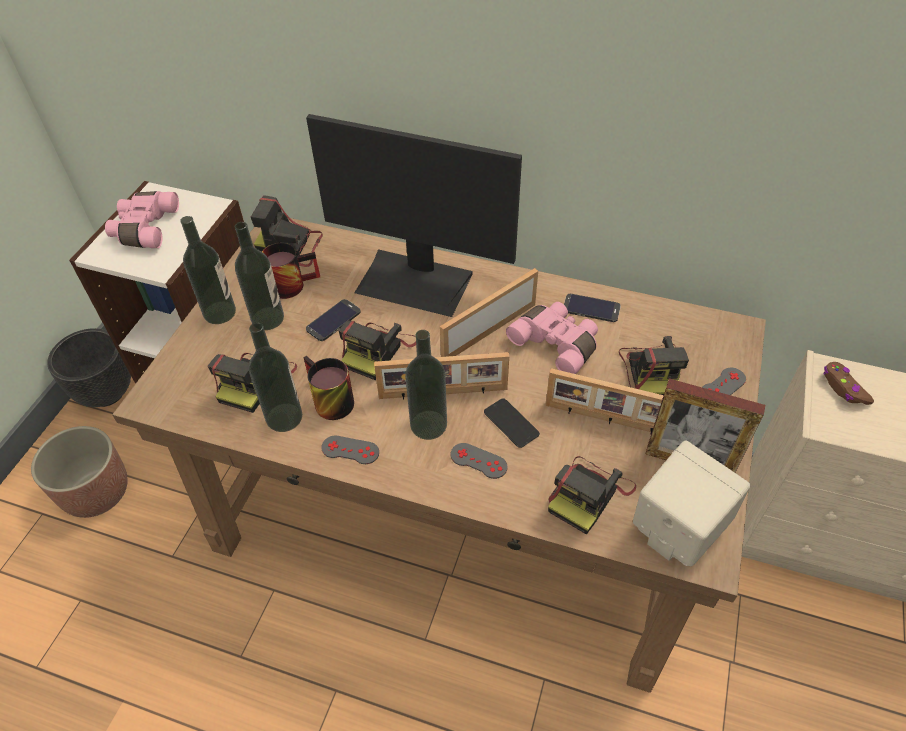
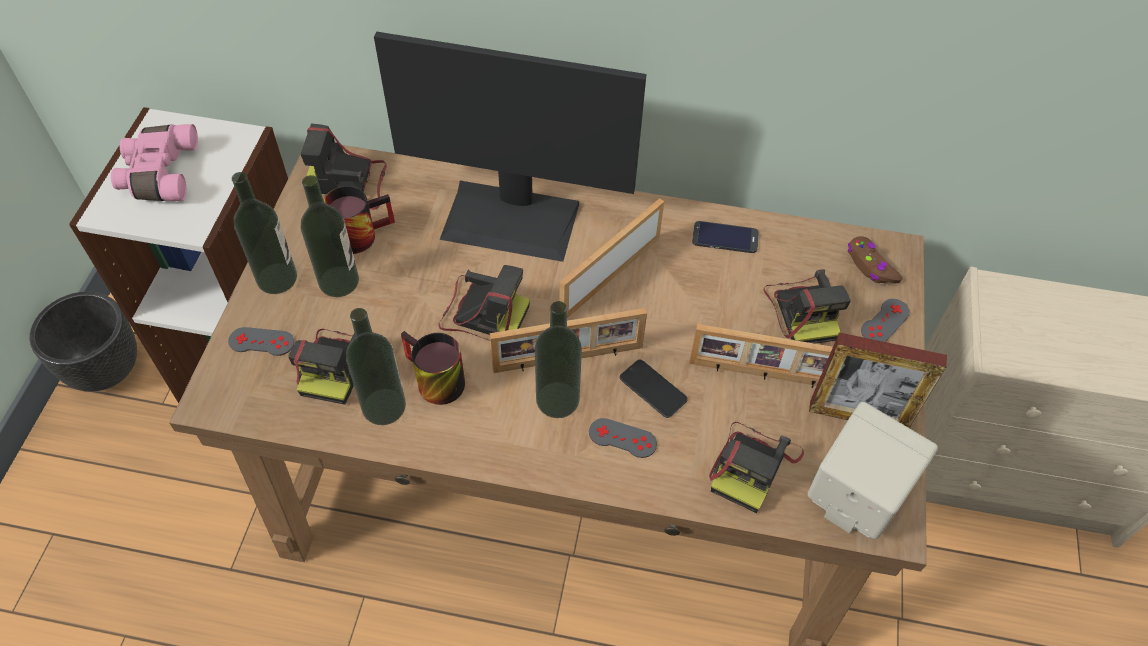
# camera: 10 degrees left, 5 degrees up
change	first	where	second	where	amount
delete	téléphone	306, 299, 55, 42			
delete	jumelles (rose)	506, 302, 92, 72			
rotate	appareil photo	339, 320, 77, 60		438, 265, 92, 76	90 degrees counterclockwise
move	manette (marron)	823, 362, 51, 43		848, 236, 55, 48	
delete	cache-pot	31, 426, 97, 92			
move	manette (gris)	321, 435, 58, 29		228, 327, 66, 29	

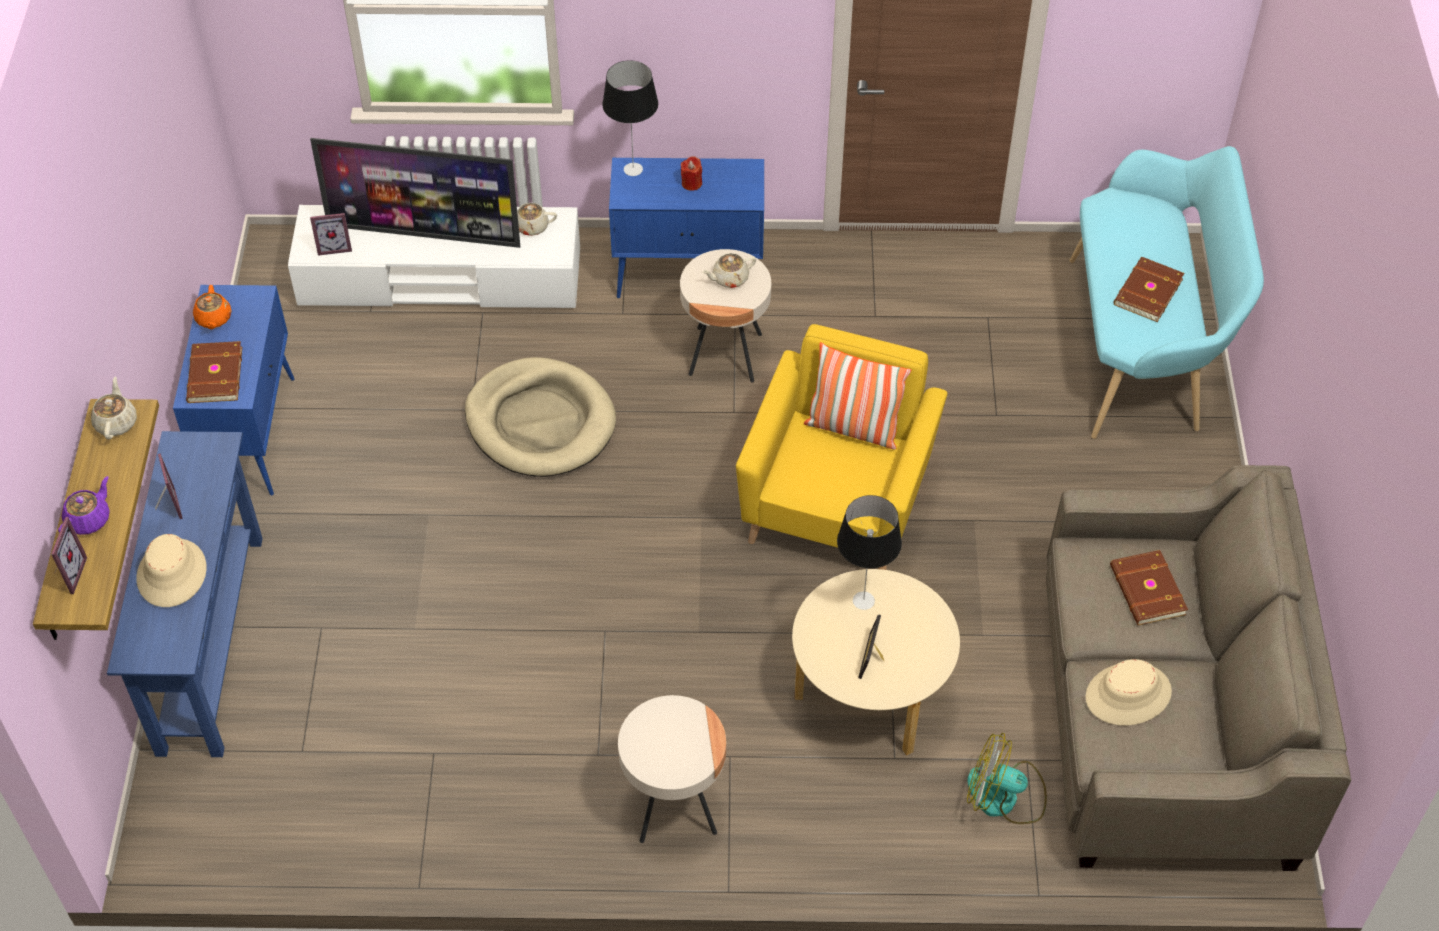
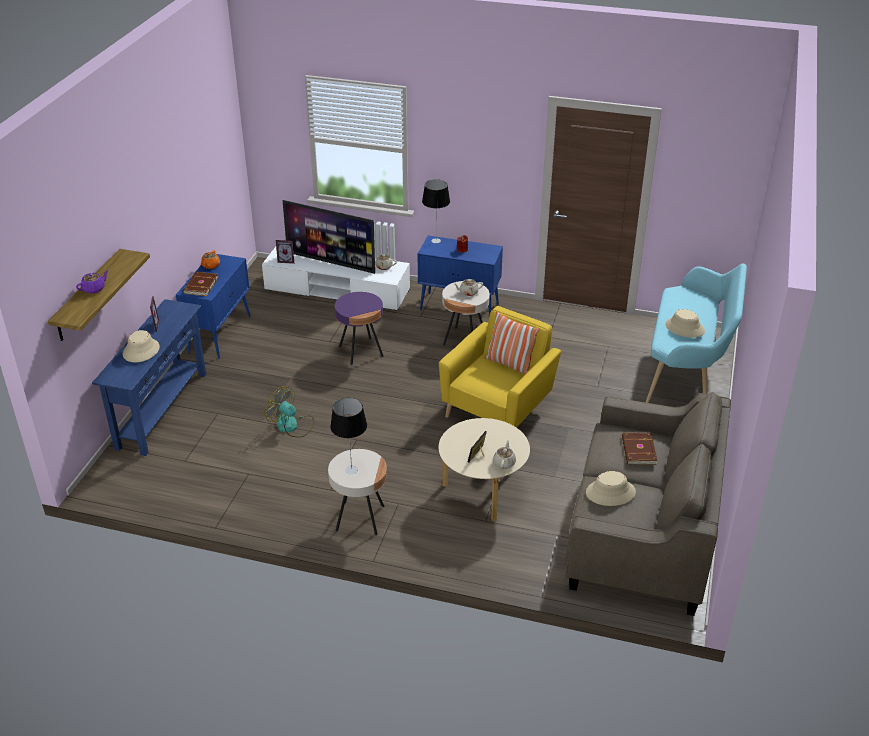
# camera: 15 degrees right, 15 degrees down
change	first	where	second	where	amount
replace	livre (marron)	1114, 257, 70, 65	chapeau (beige)	665, 309, 40, 29	
replace	panier pour chien (beige)	465, 357, 151, 120	table d'appoint (violet)	335, 292, 48, 73	
move	théière (beige)	91, 377, 46, 62		493, 440, 23, 29	
move	lampe de table	837, 495, 65, 115		330, 398, 37, 76	
delete	cadre photo	51, 517, 36, 77			
move	ventilateur	967, 733, 80, 91		264, 386, 50, 51	

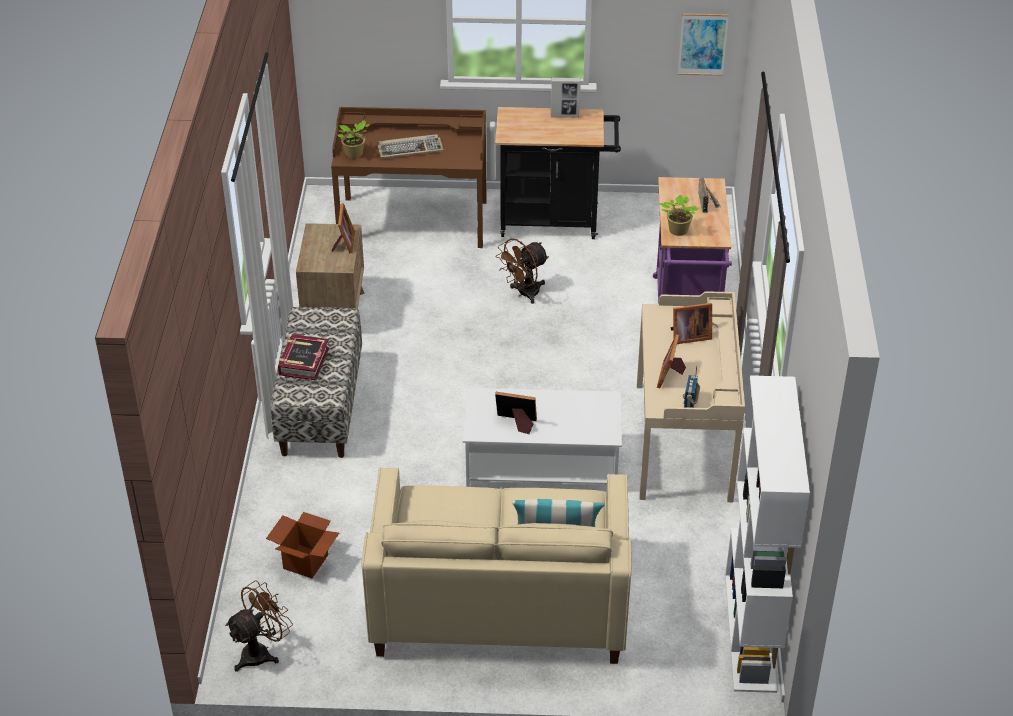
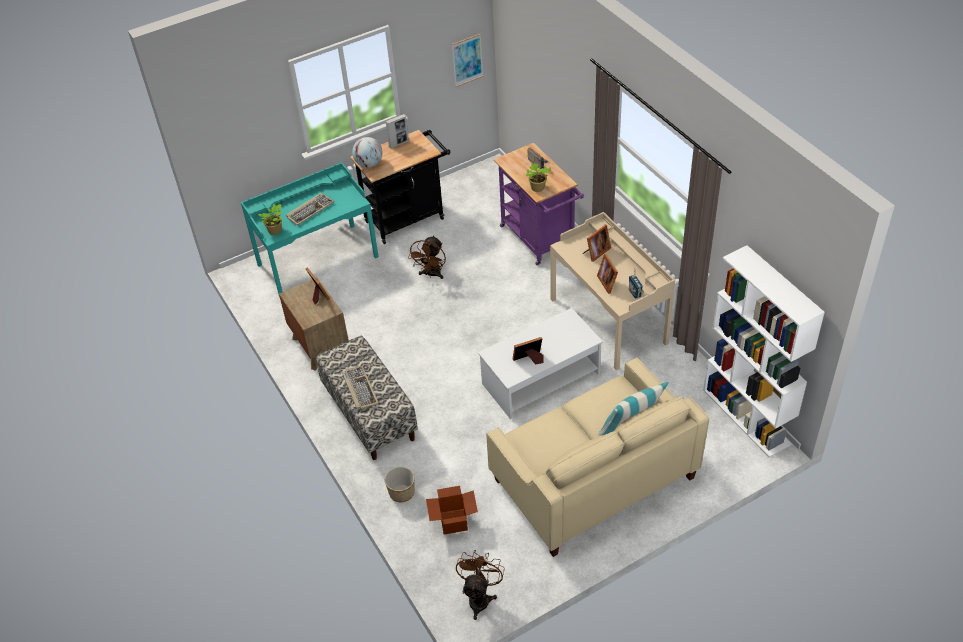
# camera: 30 degrees left, 5 degrees up
change	first	where	second	where	amount
recolor	bureau (marron)	331, 107, 155, 141	bureau (turquoise)	241, 163, 138, 134	
replace	livre	278, 334, 51, 46	clavier	342, 366, 37, 44	
insert			globe	352, 137, 31, 31	
insert			cache-pot	385, 466, 30, 36	

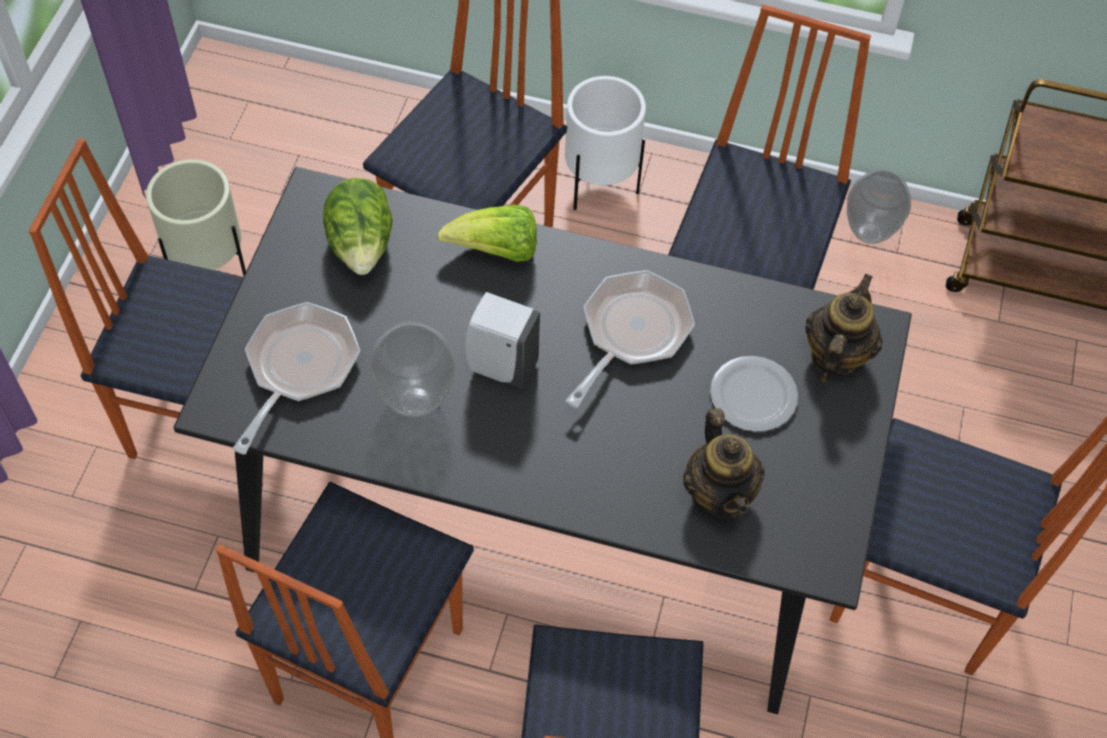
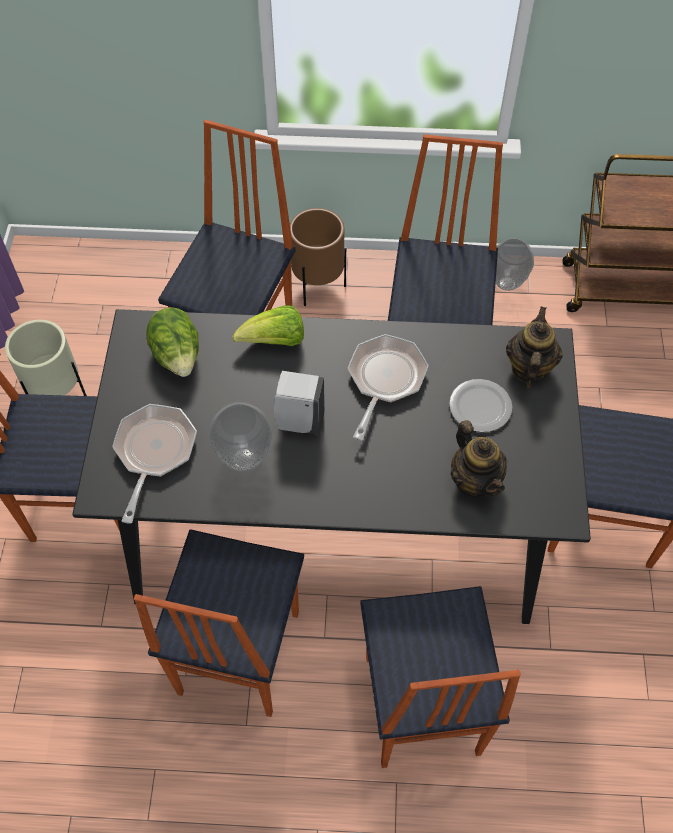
# camera: 10 degrees left, 0 degrees up
change	first	where	second	where	amount
recolor	cache-pot (blanc)	565, 76, 81, 134	cache-pot (marron)	290, 208, 56, 98	

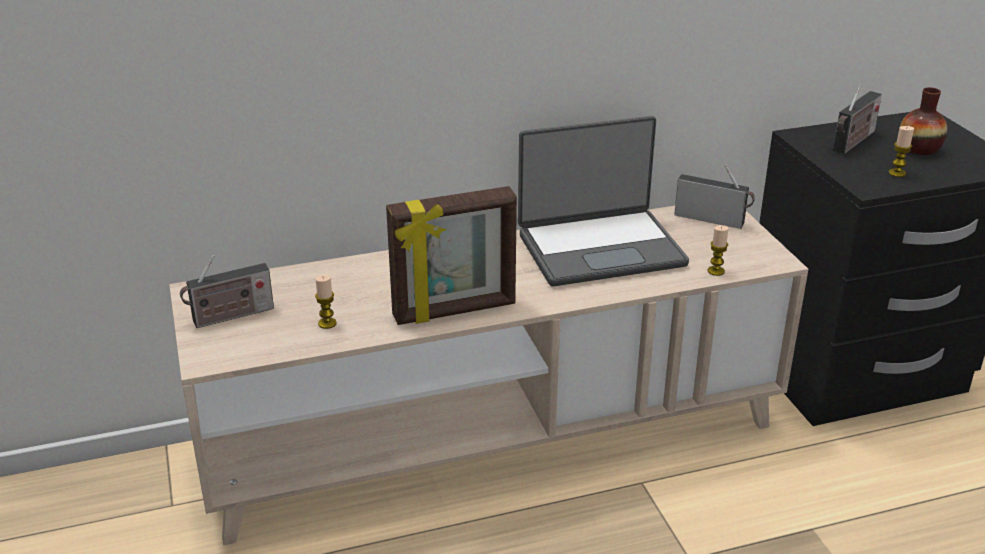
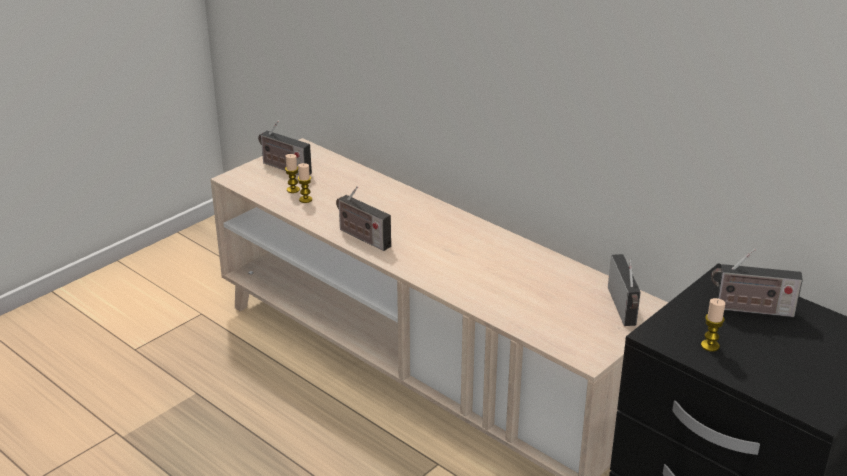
# camera: 60 degrees right, 0 degrees up
change	first	where	second	where	amount
delete	vase	900, 87, 47, 68			
delete	ordinateur portable	518, 116, 171, 170			
replace	cadre photo	386, 186, 131, 139	radio	336, 186, 55, 65	
move	bougie	708, 225, 21, 51		285, 154, 15, 39	

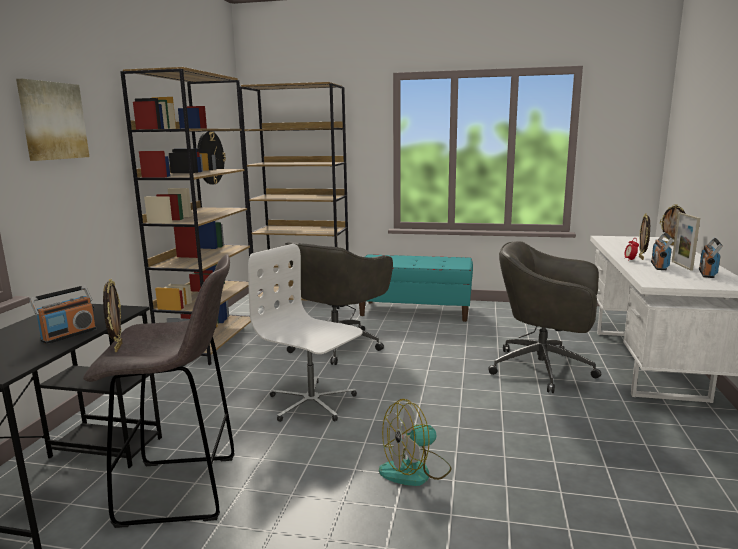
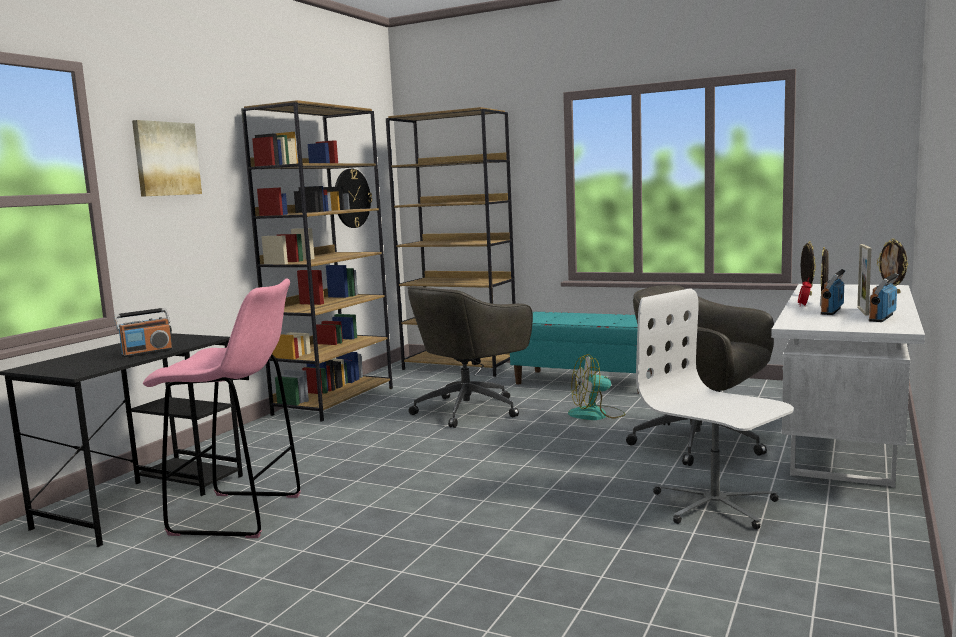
# camera: 15 degrees right, 5 degrees down
change	first	where	second	where	amount
move	chaise de bureau (blanc)	248, 244, 115, 178		636, 289, 158, 240	
recolor	tabouret (gris)	83, 254, 152, 274	tabouret (rose)	143, 278, 158, 260	
move	cadre photo	103, 279, 20, 73		801, 241, 15, 55	
move	ventilateur	379, 399, 72, 87		568, 354, 58, 66	

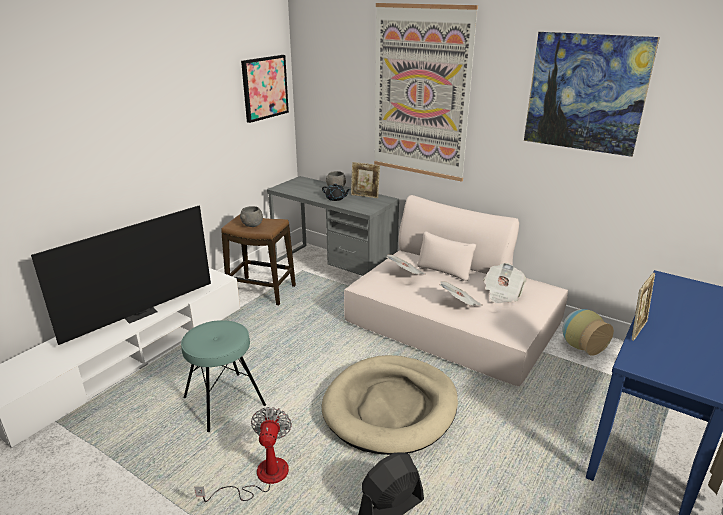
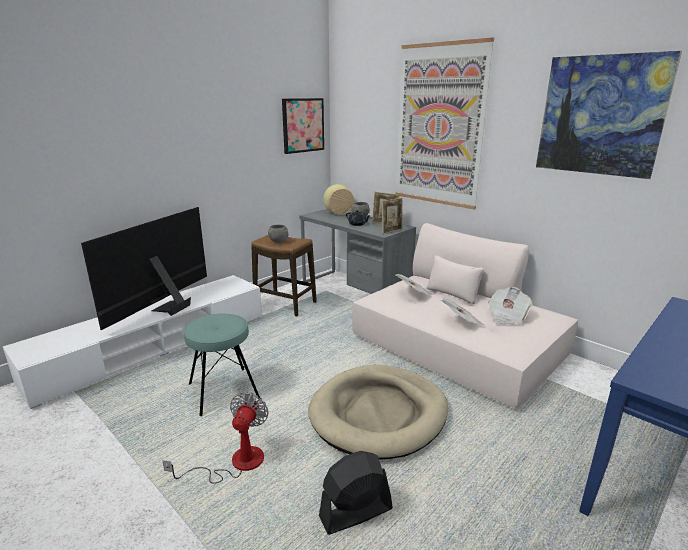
# camera: 10 degrees right, 5 degrees down
change	first	where	second	where	amount
rotate	téléviseur	31, 206, 180, 139		81, 207, 126, 123	150 degrees clockwise
move	cadre photo	632, 273, 23, 68		382, 198, 21, 36	
move	vase	562, 309, 52, 47		323, 184, 31, 31	

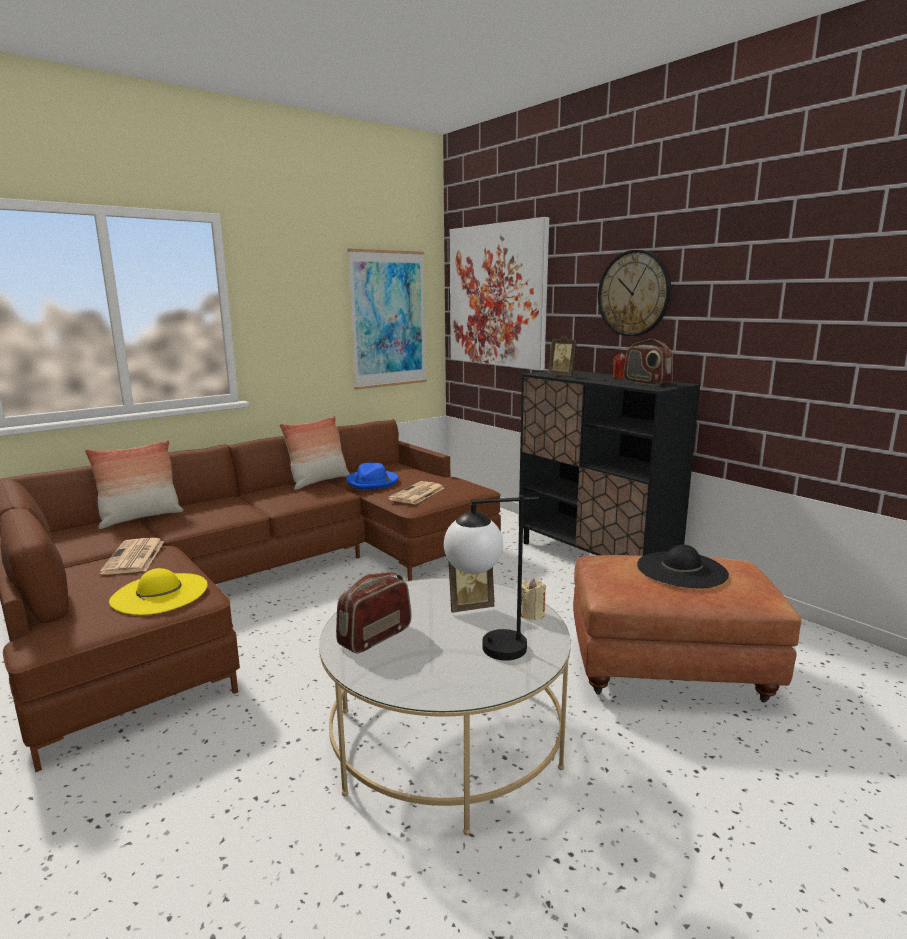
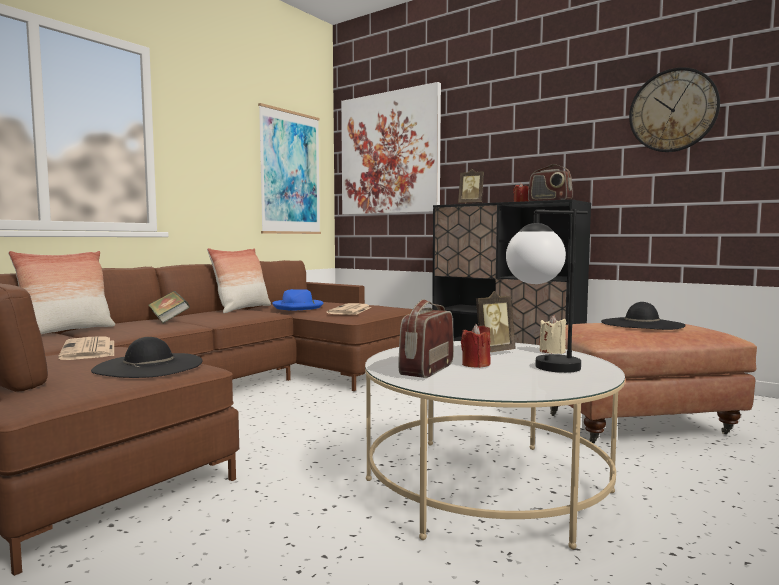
# camera: 15 degrees left, 10 degrees down
change	first	where	second	where	amount
move	horloge murale	598, 250, 73, 86		629, 67, 91, 85	
recolor	chapeau (jaune)	109, 568, 99, 47	chapeau (noir)	91, 337, 112, 41	
insert			livre	148, 291, 42, 32	
insert			bougie (rouge)	461, 324, 30, 44	

